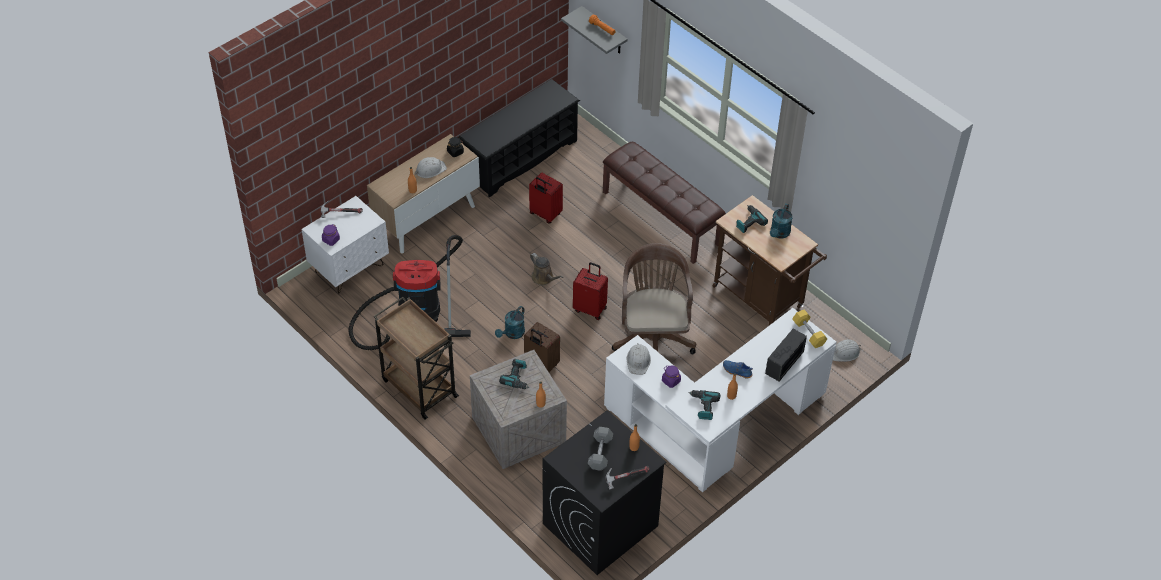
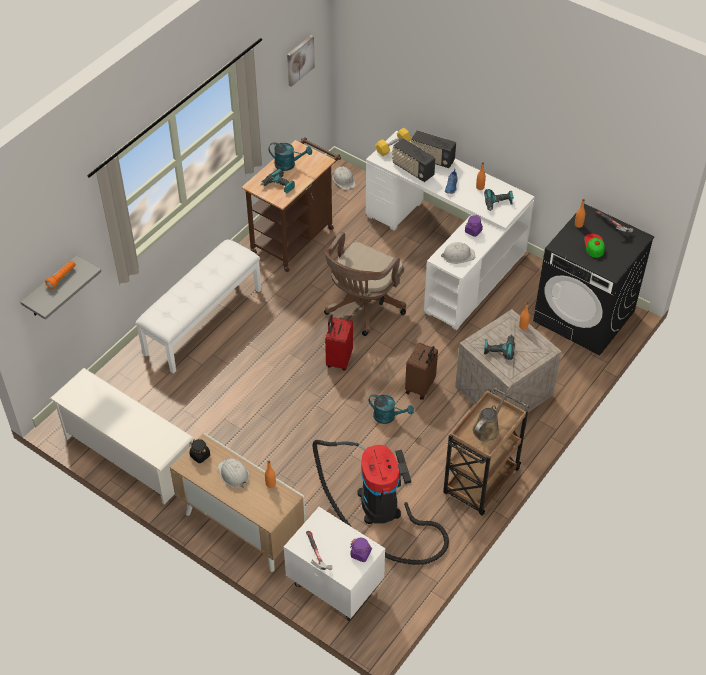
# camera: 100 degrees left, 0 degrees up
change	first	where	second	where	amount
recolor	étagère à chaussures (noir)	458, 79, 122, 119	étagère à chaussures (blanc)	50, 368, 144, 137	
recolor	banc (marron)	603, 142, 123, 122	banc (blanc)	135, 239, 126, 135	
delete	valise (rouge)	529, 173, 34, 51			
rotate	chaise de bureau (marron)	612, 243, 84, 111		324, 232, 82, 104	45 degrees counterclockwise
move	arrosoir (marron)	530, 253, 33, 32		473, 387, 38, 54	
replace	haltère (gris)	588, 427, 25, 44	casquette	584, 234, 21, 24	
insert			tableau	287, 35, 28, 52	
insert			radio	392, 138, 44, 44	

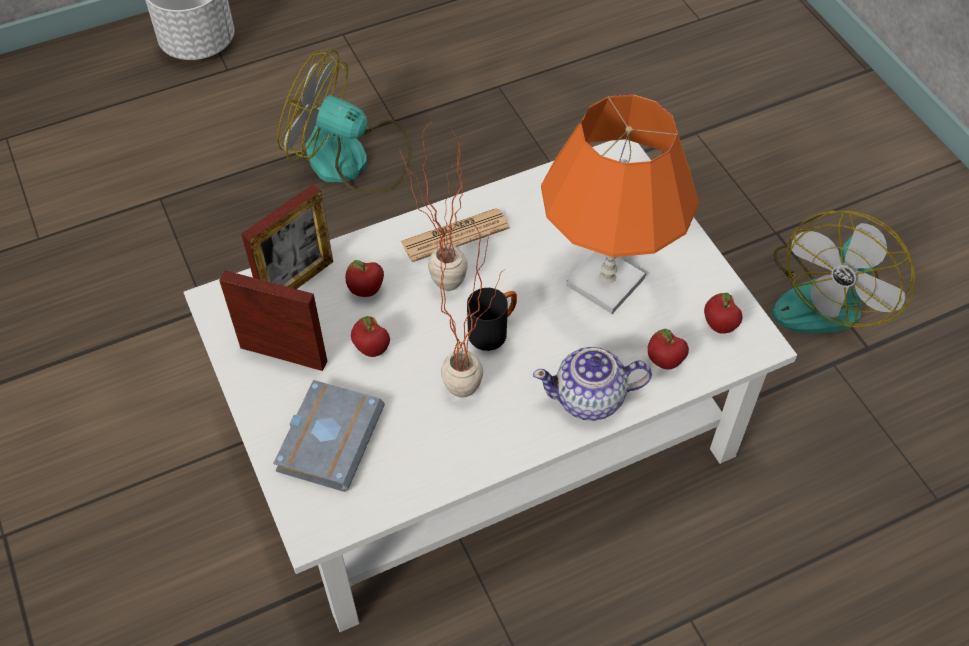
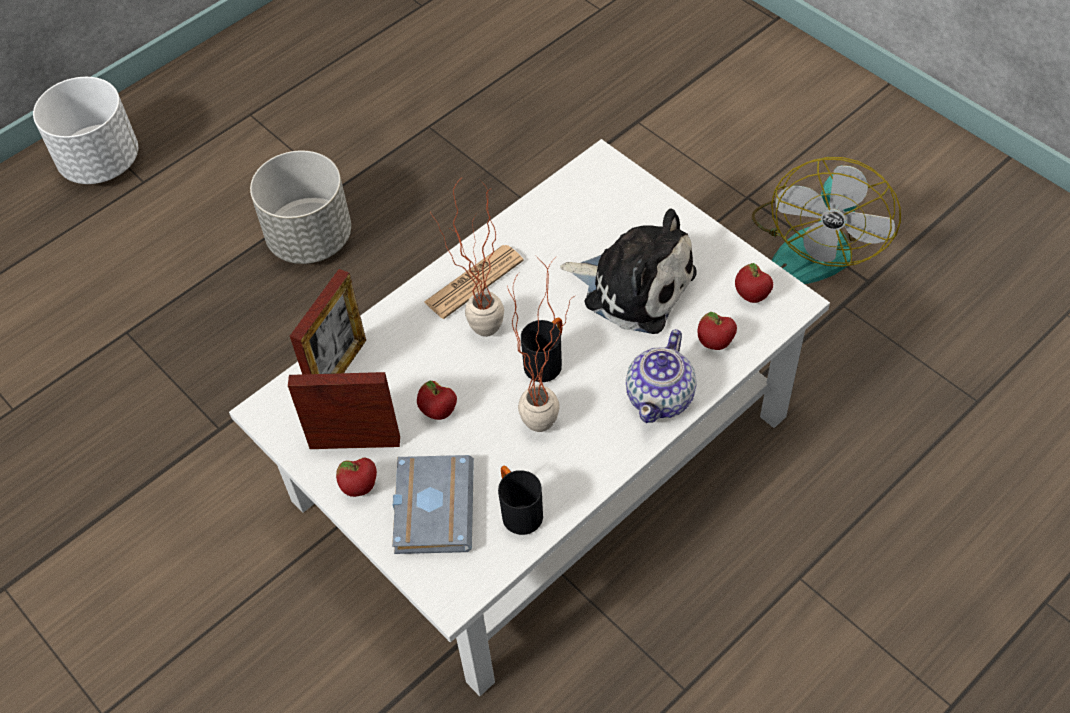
# camera: 15 degrees left, 0 degrees up
change	first	where	second	where	amount
replace	ventilateur	277, 50, 135, 143	cache-pot (gris)	250, 151, 101, 113	
replace	lampe de table (orange)	541, 94, 158, 220	peluche	560, 208, 137, 126	
move	pomme	346, 260, 38, 37		336, 458, 41, 39	
rotate	théière	533, 347, 119, 74		626, 329, 71, 94	45 degrees counterclockwise
insert			mug (noir)	498, 466, 45, 69	

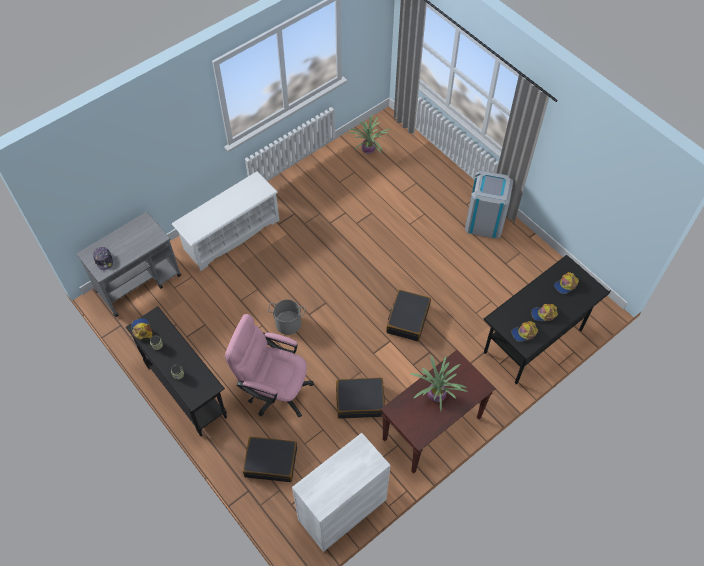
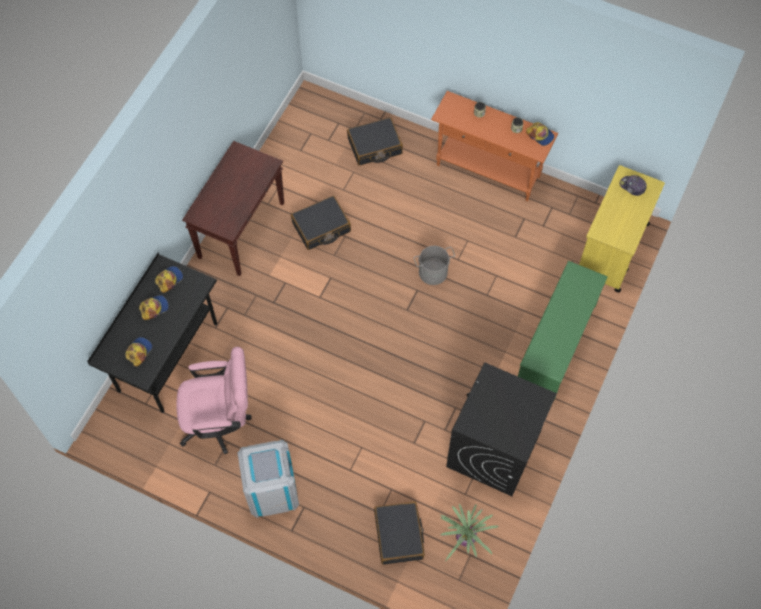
# camera: 155 degrees right, 5 degrees up
change	first	where	second	where	amount
recolor	étagère à chaussures (blanc)	172, 171, 108, 100	étagère à chaussures (vert)	518, 261, 90, 139	
recolor	chariot (gris)	77, 212, 104, 105	chariot (jaune)	579, 165, 86, 127	
move	valise (noir)	386, 290, 45, 51		374, 501, 51, 64	
recolor	table console (noir)	126, 306, 101, 130	table console (orange)	431, 91, 127, 110	
move	chaise de bureau (rose)	225, 314, 89, 103		176, 347, 76, 107	
delete	plante en pot	410, 356, 58, 56			
delete	meuble de rangement (blanc)	292, 433, 98, 119			
insert			lave-linge (noir)	446, 362, 111, 134	

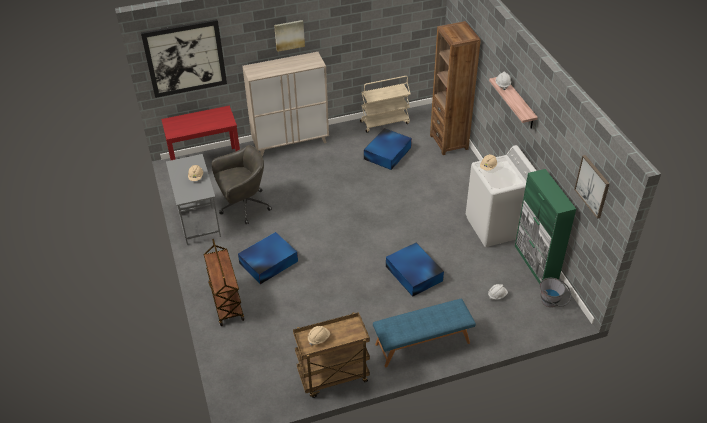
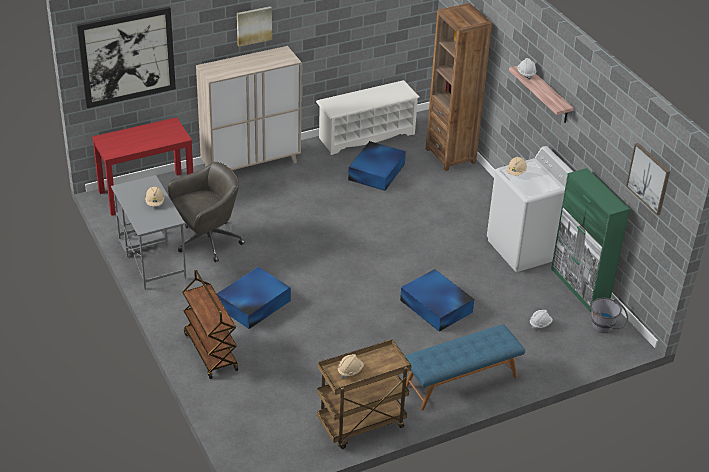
# camera: 10 degrees left, 5 degrees down
change	first	where	second	where	amount
replace	chariot (beige)	360, 76, 50, 57	étagère à chaussures (blanc)	316, 80, 103, 75	

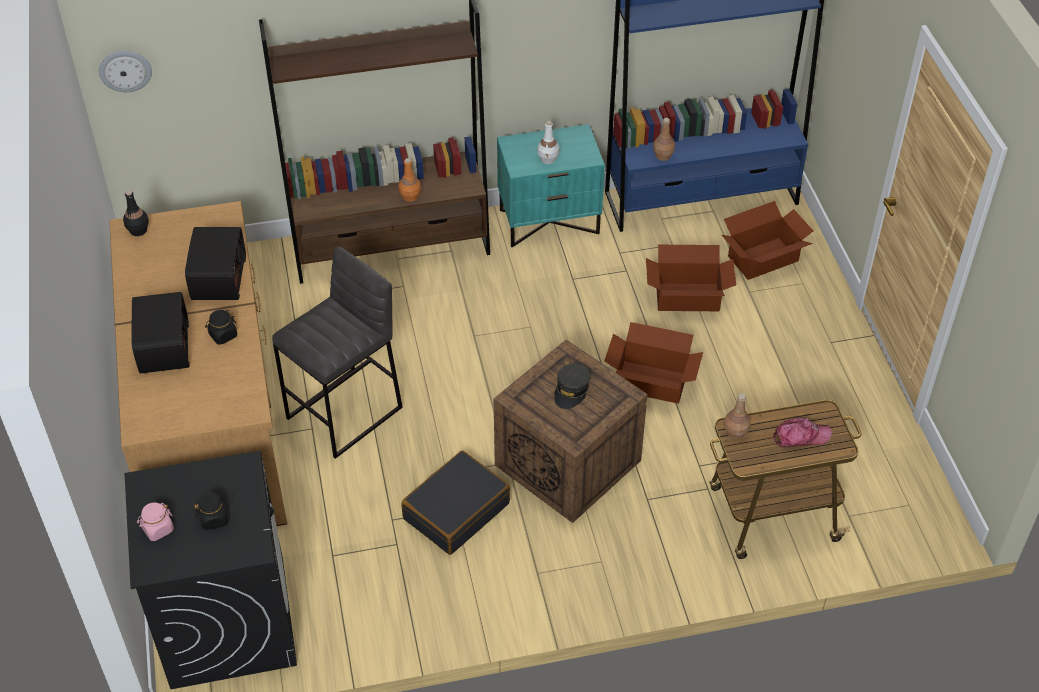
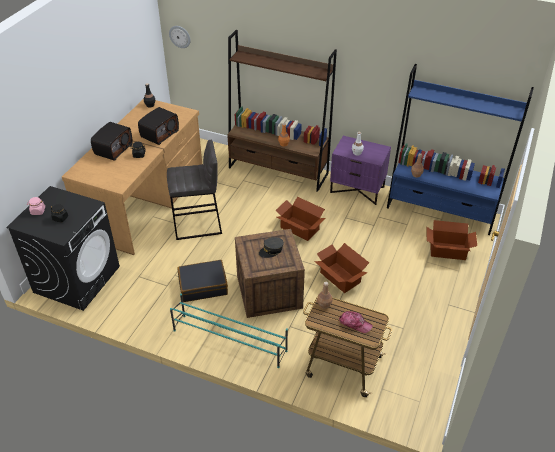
# camera: 35 degrees right, 5 degrees down
change	first	where	second	where	amount
recolor	table de chevet (turquoise)	497, 124, 108, 123	table de chevet (violet)	330, 136, 61, 69	
move	carton	646, 245, 90, 66		276, 197, 49, 44	
insert			étagère à chaussures (turquoise)	170, 293, 118, 75	

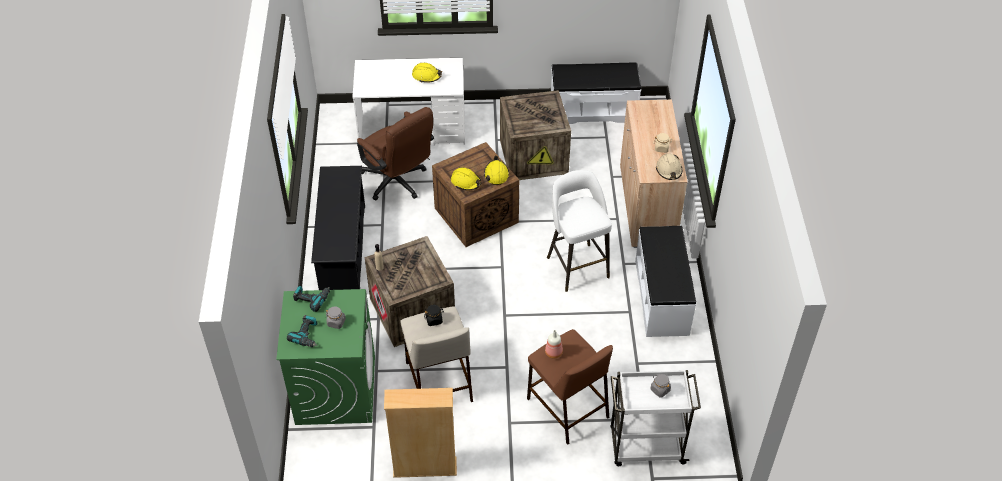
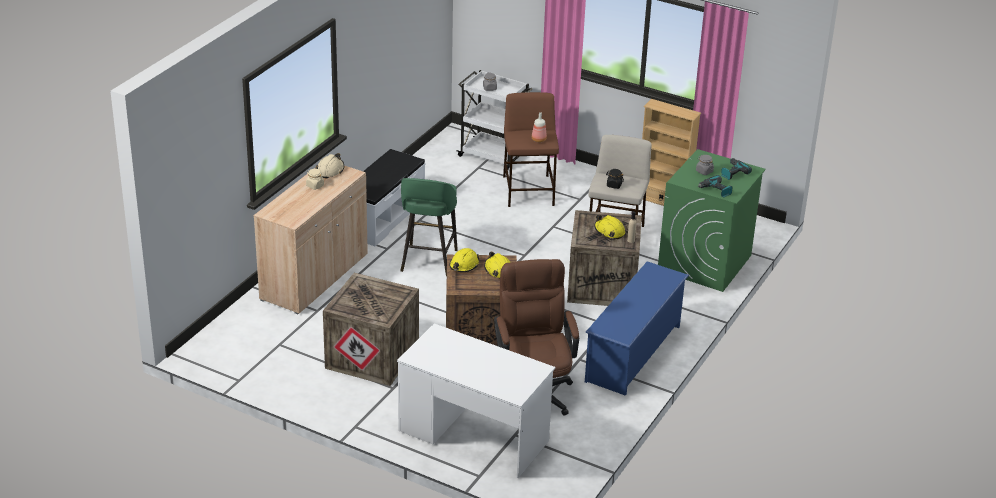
# camera: 150 degrees left, 15 degrees down
change	first	where	second	where	amount
delete	banc (blanc)	551, 62, 90, 62			
move	casque de chantier (jaune)	412, 63, 30, 20		594, 215, 31, 24	
recolor	étagère à chaussures (noir)	311, 166, 54, 124	étagère à chaussures (bleu)	585, 261, 104, 135	
recolor	tabouret (blanc)	547, 170, 65, 122	tabouret (vert)	400, 178, 58, 99	

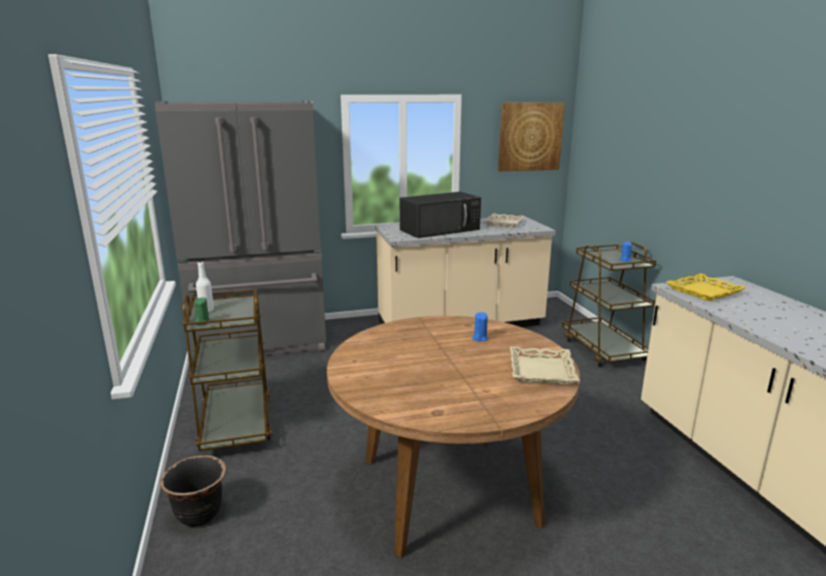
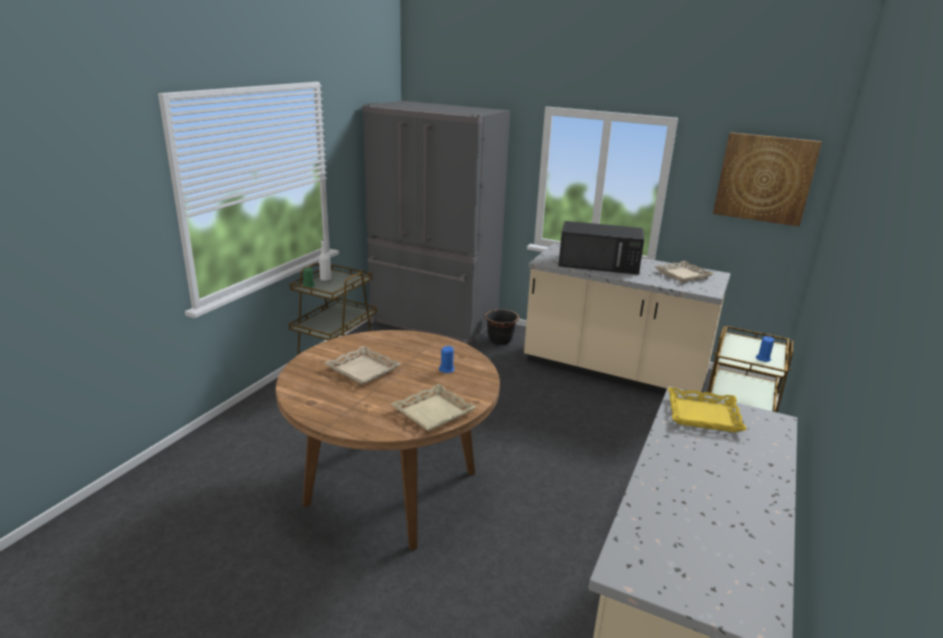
# camera: 40 degrees right, 5 degrees up
change	first	where	second	where	amount
move	cache-pot (noir)	160, 455, 67, 72		485, 309, 34, 36	
insert			plateau (beige)	325, 346, 77, 39	

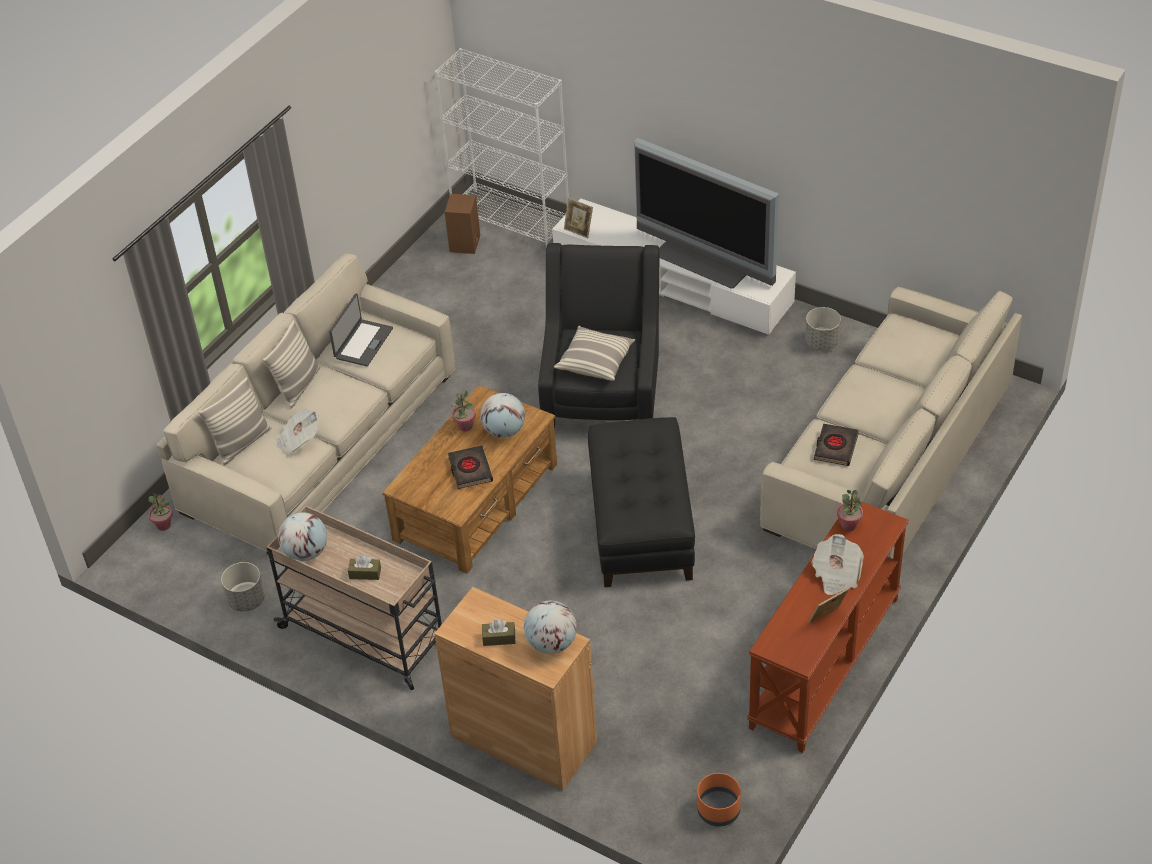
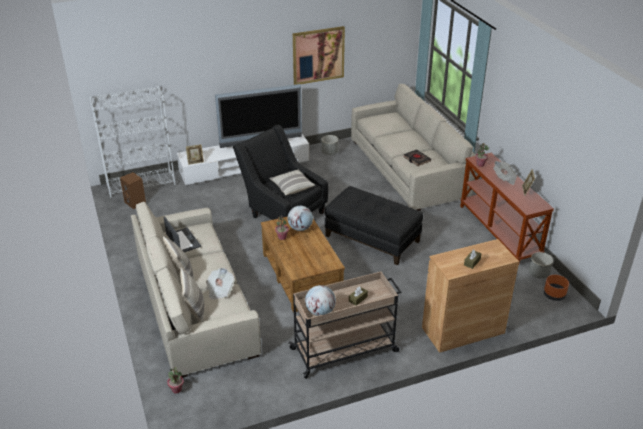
# camera: 55 degrees left, 10 degrees down
change	first	where	second	where	amount
delete	livre (noir)	448, 445, 45, 44			
move	cache-pot (gris)	221, 562, 44, 49		529, 252, 24, 27	
delete	globe	524, 601, 53, 53			
insert			tableau	293, 26, 52, 59	

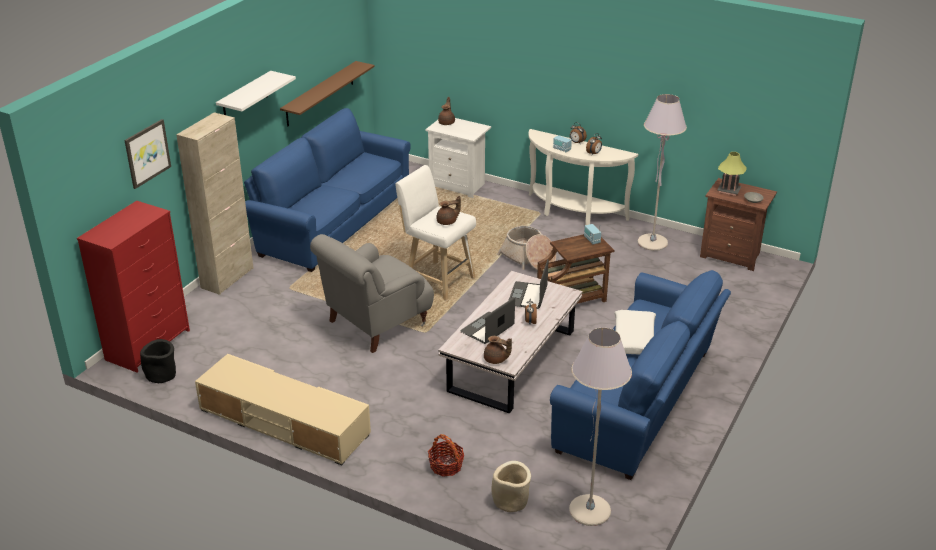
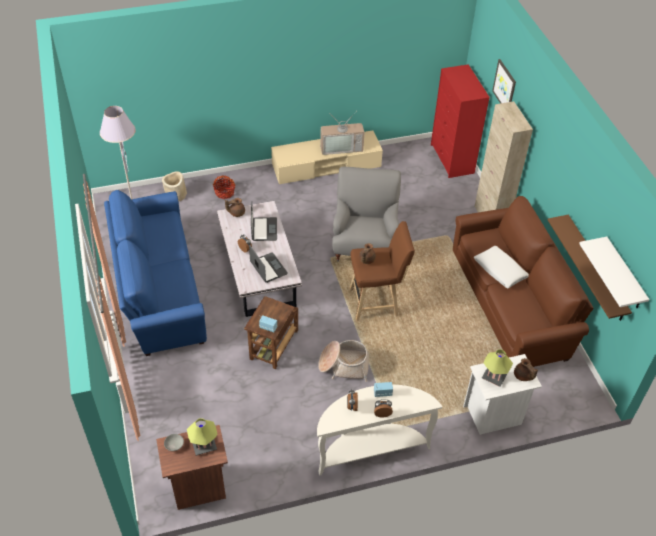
# camera: 135 degrees right, 15 degrees up
change	first	where	second	where	amount
move	étagère (blanc)	216, 71, 80, 44		579, 237, 70, 71	
delete	lampadaire (gris)	638, 94, 49, 157			
recolor	canapé (bleu)	244, 108, 167, 164	canapé (marron)	453, 196, 141, 171	
recolor	tabouret (blanc)	395, 165, 81, 135	tabouret (marron)	349, 221, 66, 100	
move	coussin (blanc)	614, 310, 42, 45		474, 246, 55, 42	
delete	cache-pot (noir)	140, 339, 36, 44			
insert			téléviseur	320, 112, 45, 43	
insert			lampe de table	482, 350, 31, 37	

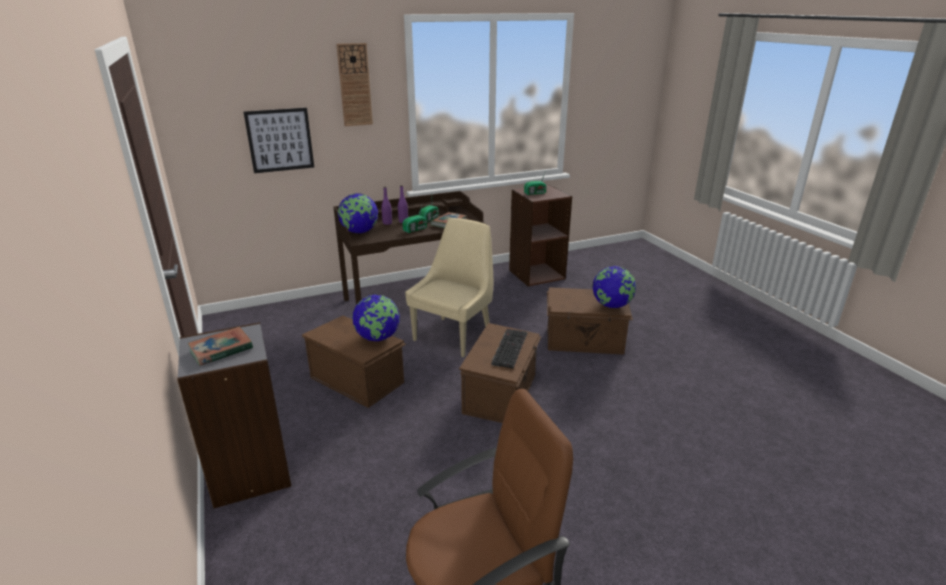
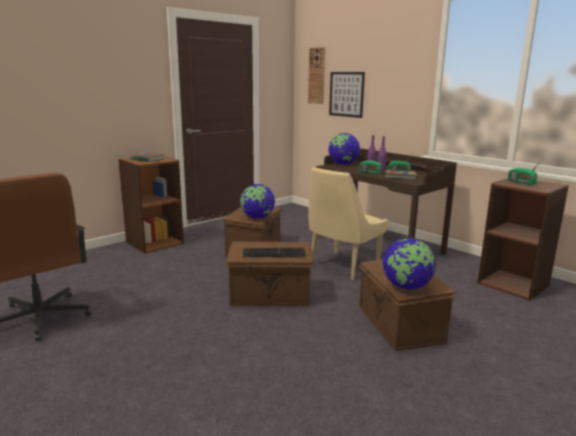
# camera: 70 degrees right, 10 degrees down
change	first	where	second	where	amount
move	horloge murale	336, 43, 37, 83		308, 47, 17, 57	
rotate	chaise (beige)	405, 218, 88, 139		308, 167, 80, 113	120 degrees clockwise
recolor	bibliothèque (gris)	177, 322, 114, 186	bibliothèque (marron)	118, 156, 66, 97	

